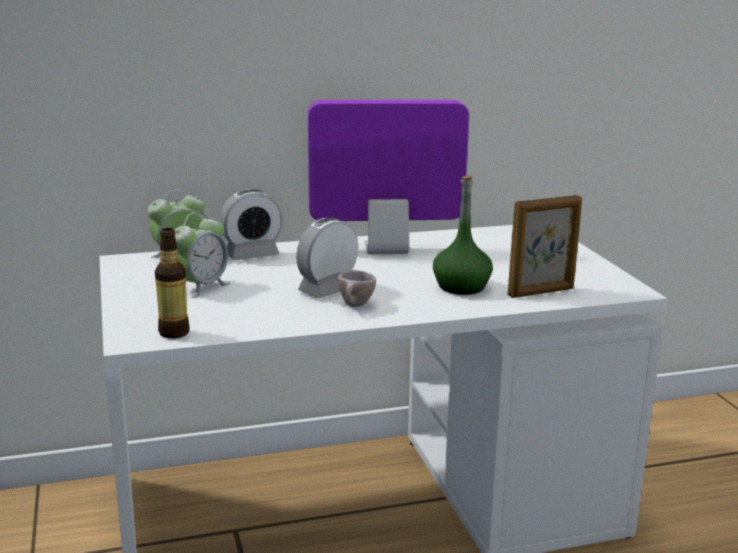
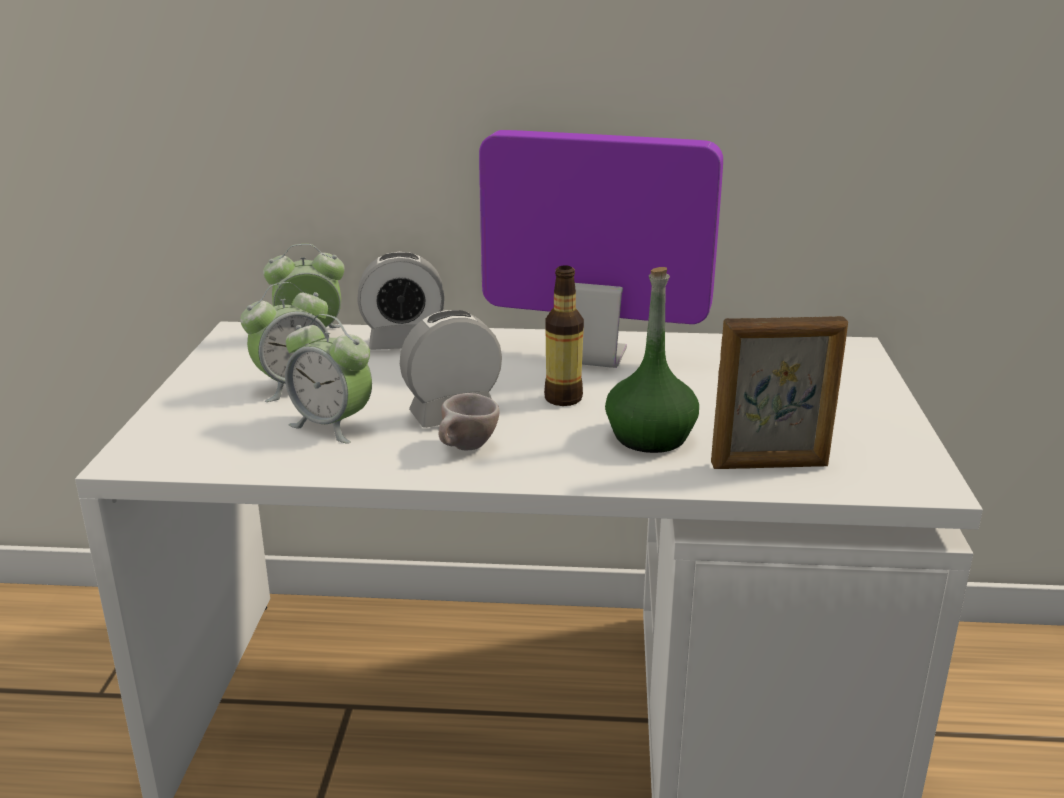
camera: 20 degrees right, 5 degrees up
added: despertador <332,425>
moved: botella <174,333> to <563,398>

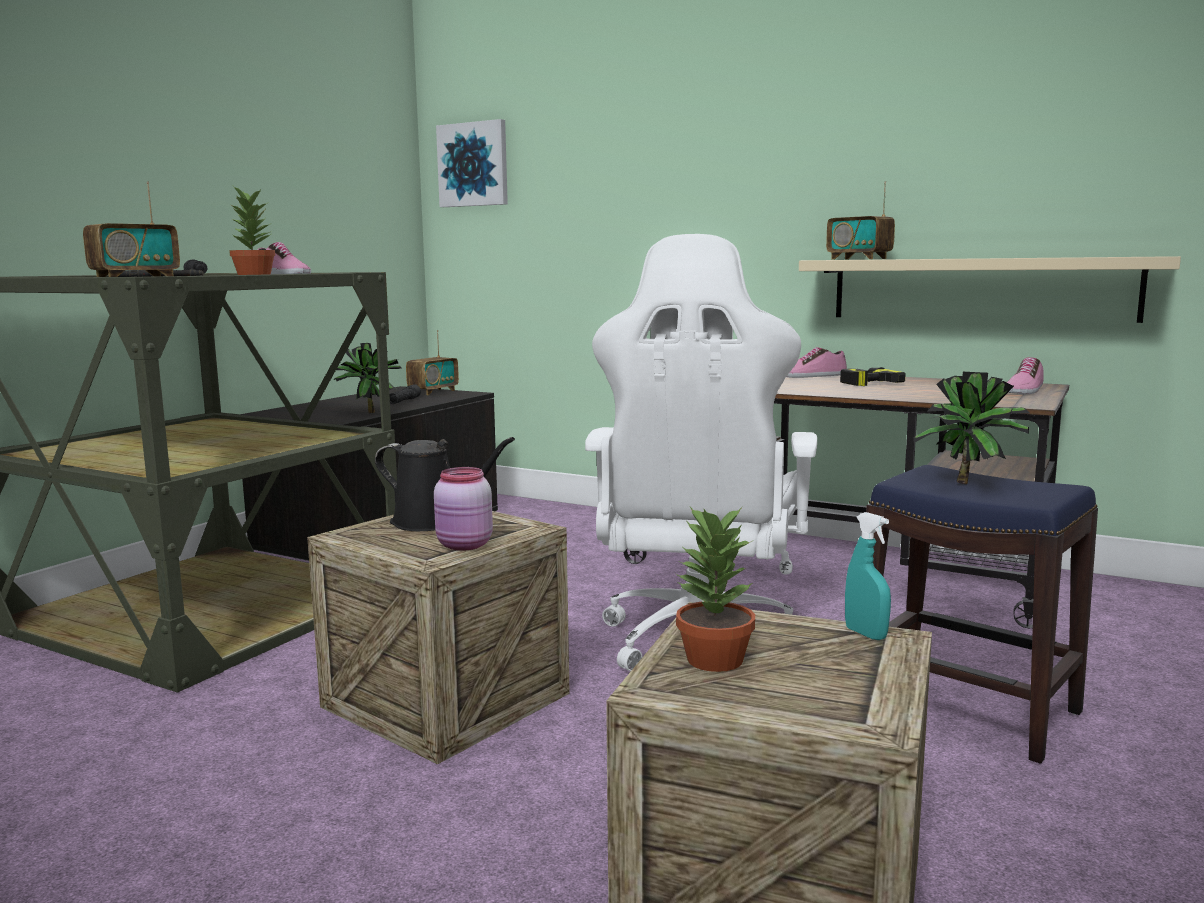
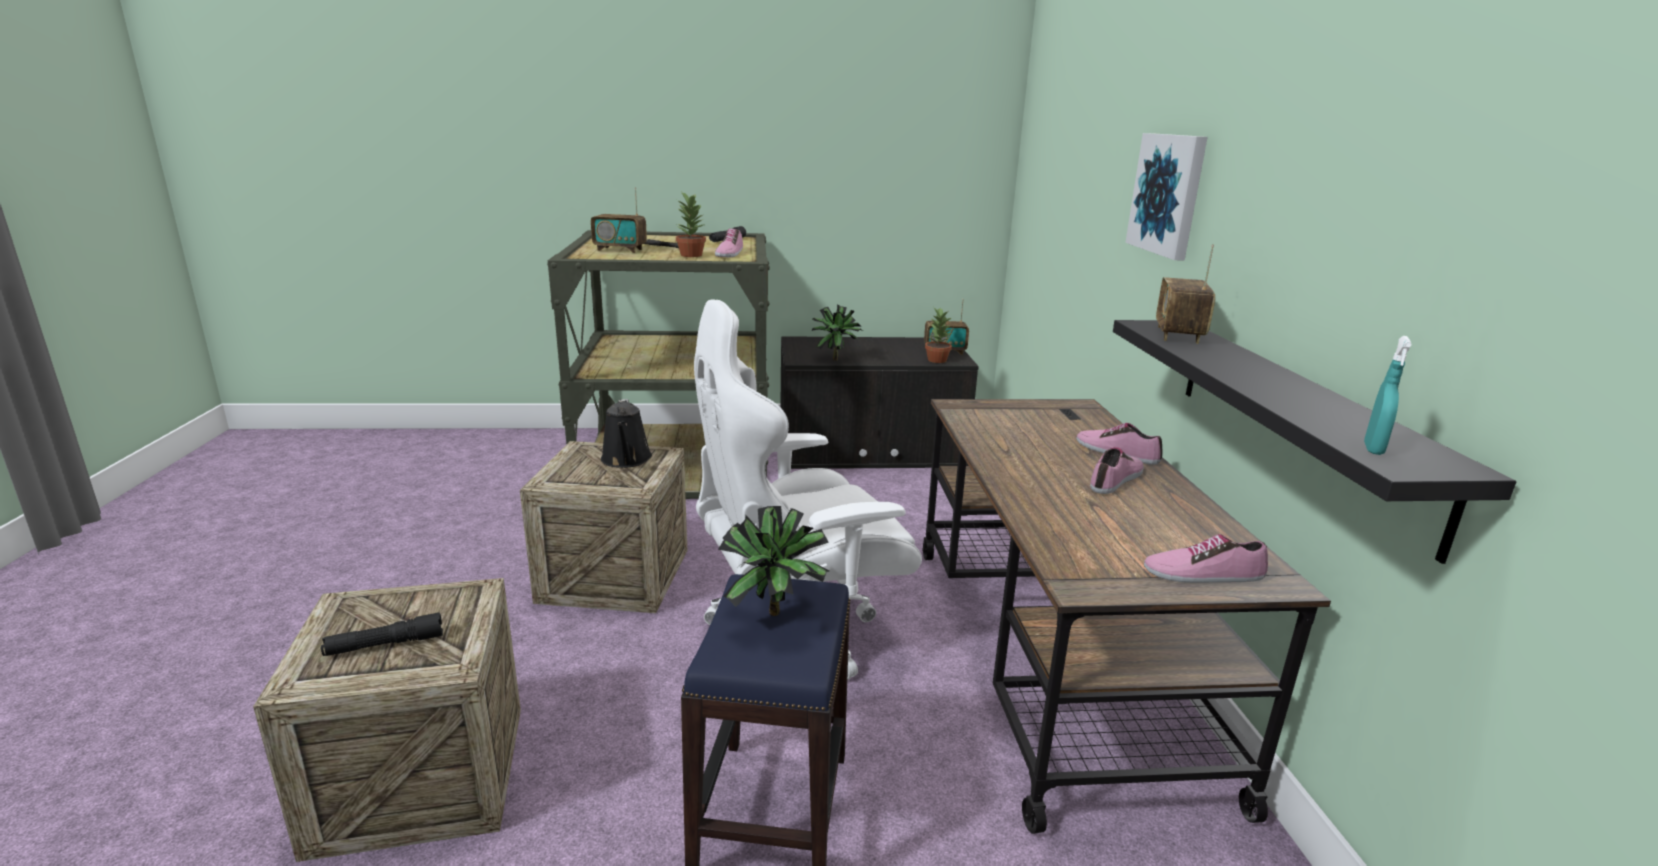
camera: 55 degrees right, 10 degrees up
removed: tarro [rosa] <465,546>
moved: linterna [negro] <404,401> to <385,645>; cuadro <473,164> to <1167,194>; planta en maceta <713,660> to <936,360>; pulverizador [turquesa] <865,634> to <1373,449>
replaced: taladro <861,381> to zapato <1116,480>
recoloured: estante [beis] <980,289> to estante [negro] <1297,420>

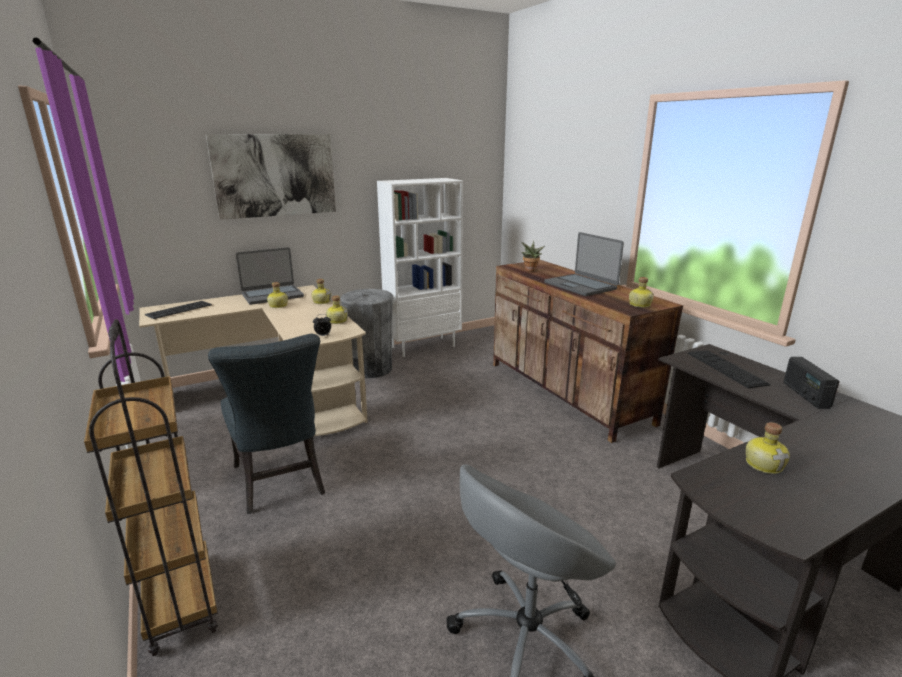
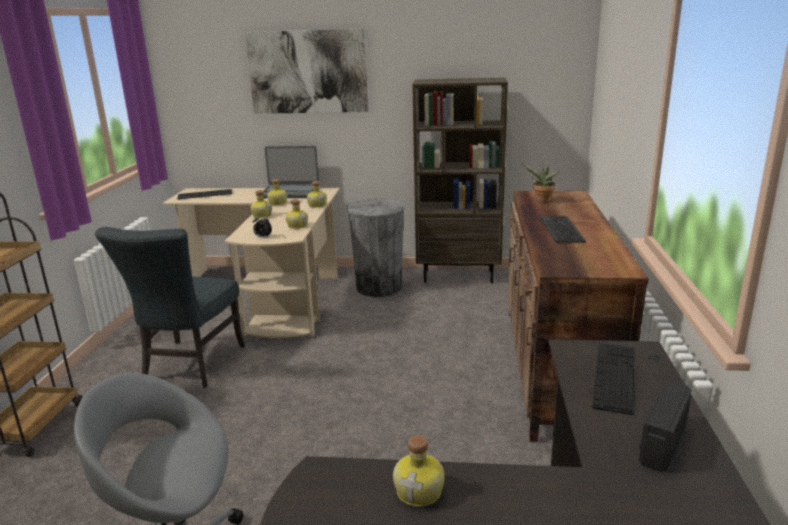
camera: 35 degrees right, 0 degrees up
moved: botella <639,304> to <262,215>
replaced: portátil <581,286> to teclado <562,229>
recoloured: estantería [blanco] <423,346> to estantería [marrón] <459,276>

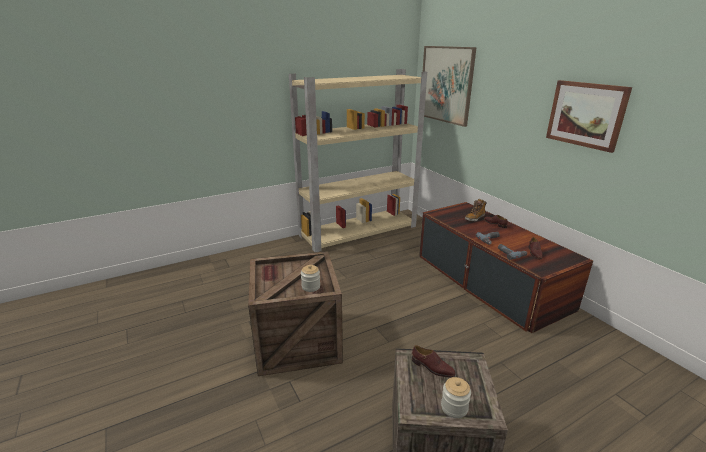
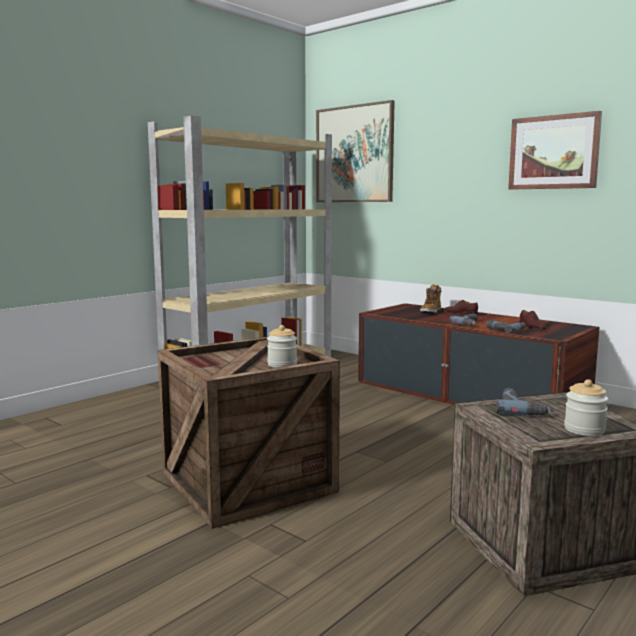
camera: 20 degrees left, 15 degrees down
replaced: zapato [marrón] <432,368> to taladro <520,408>

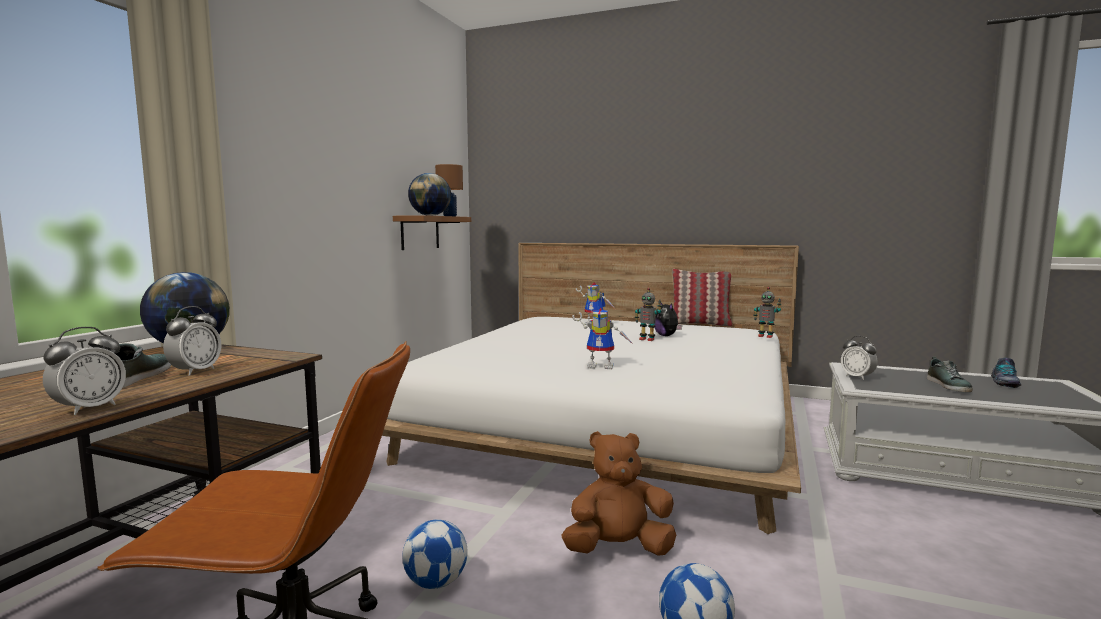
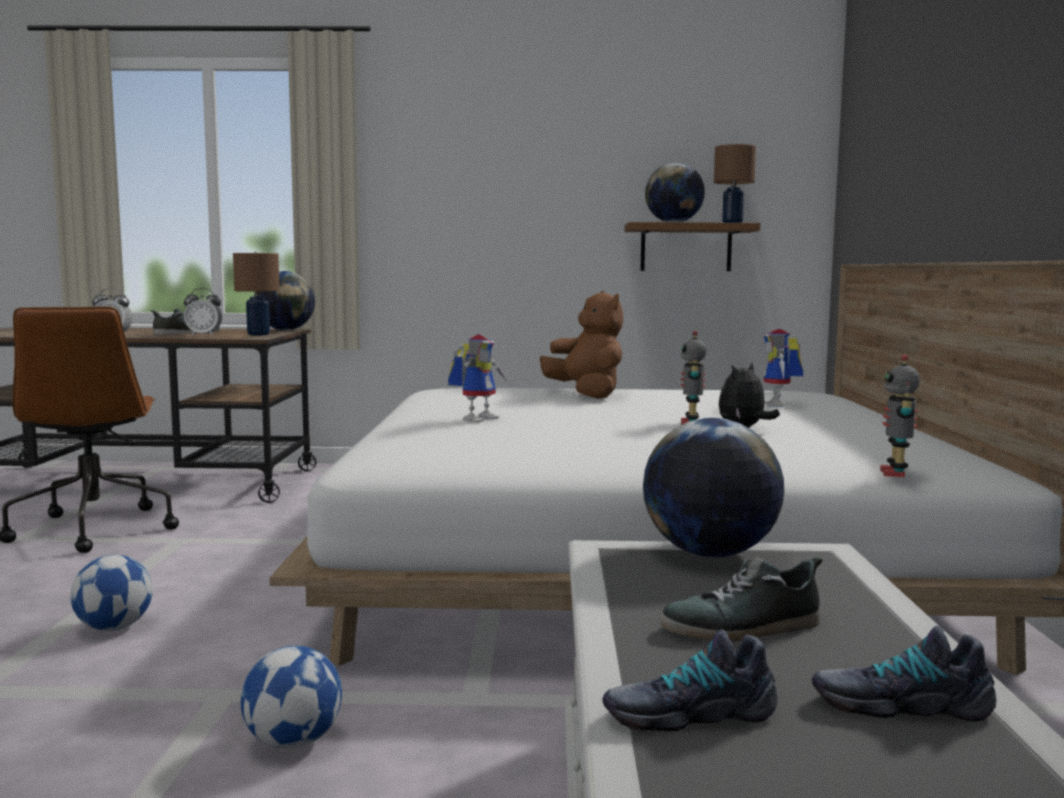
camera: 70 degrees right, 0 degrees up
removed: cojín <700,324>
added: lámpara de mesa [marrón] <258,334>; zapato <688,714>
moved: balón de fútbol <436,582> to <293,742>; peluche [marrón] <618,549> to <586,394>
replaced: despertador <857,377> to globo terráqueo <709,554>
turned: robot de juguete <602,366> = <478,418> 135 degrees counterclockwise

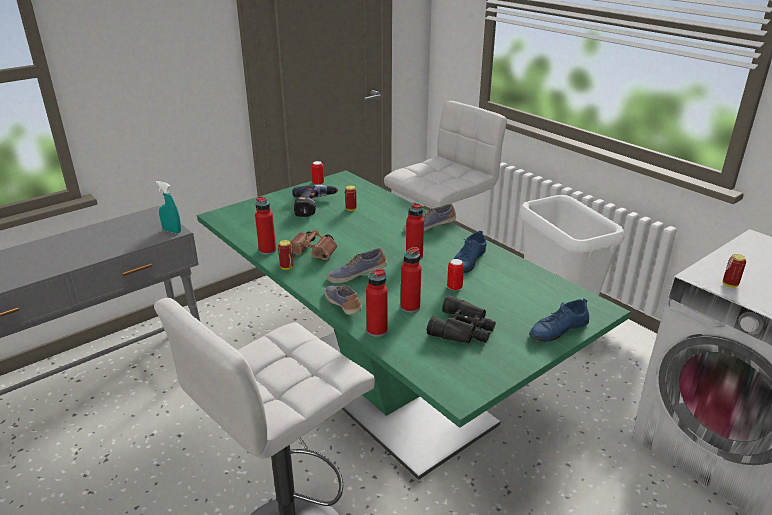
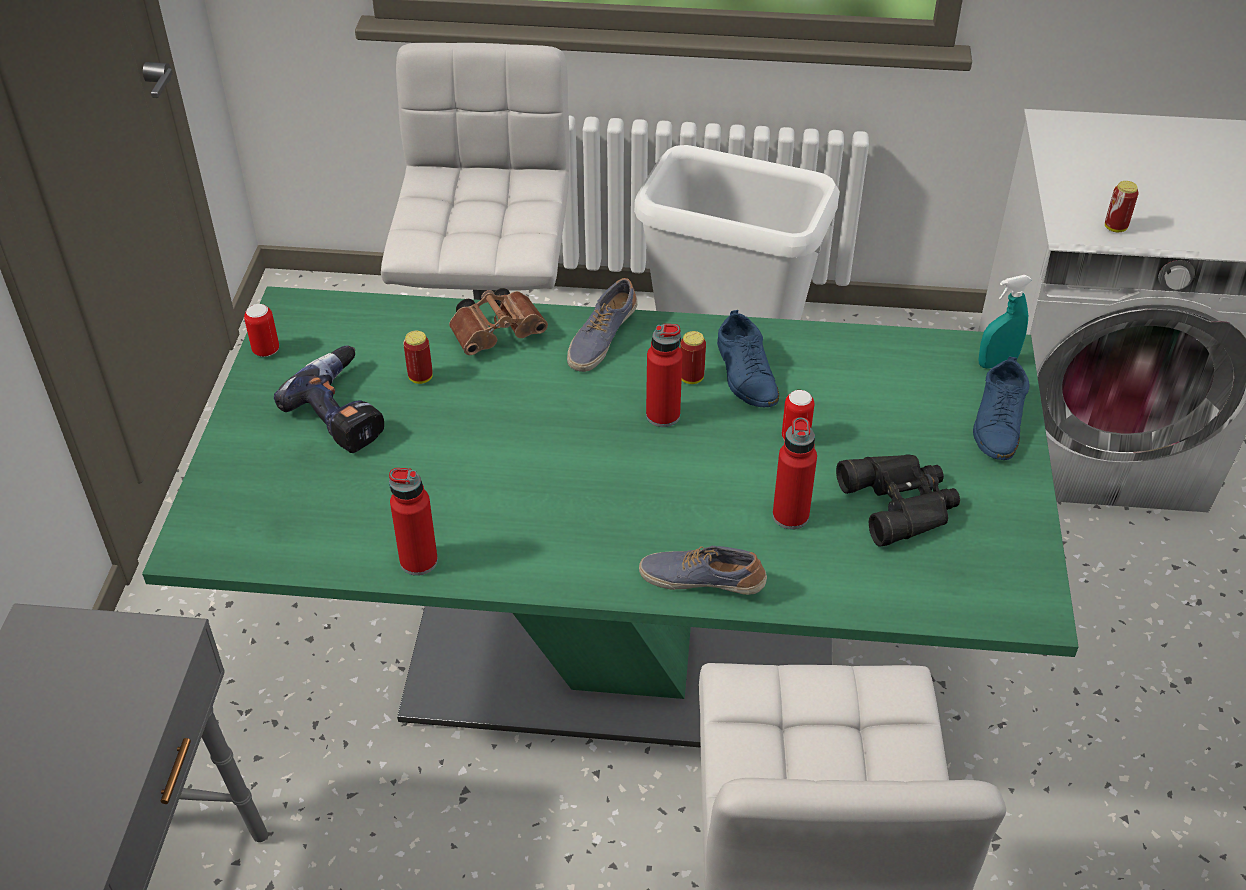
camera: 45 degrees left, 15 degrees up
removed: zapato <357,275>; botella [rojo] <377,331>
moved: pulverizador [turquesa] <172,231> to <997,362>; lata <286,267> to <691,378>; prismáticos [marrón] <314,254> to <499,334>

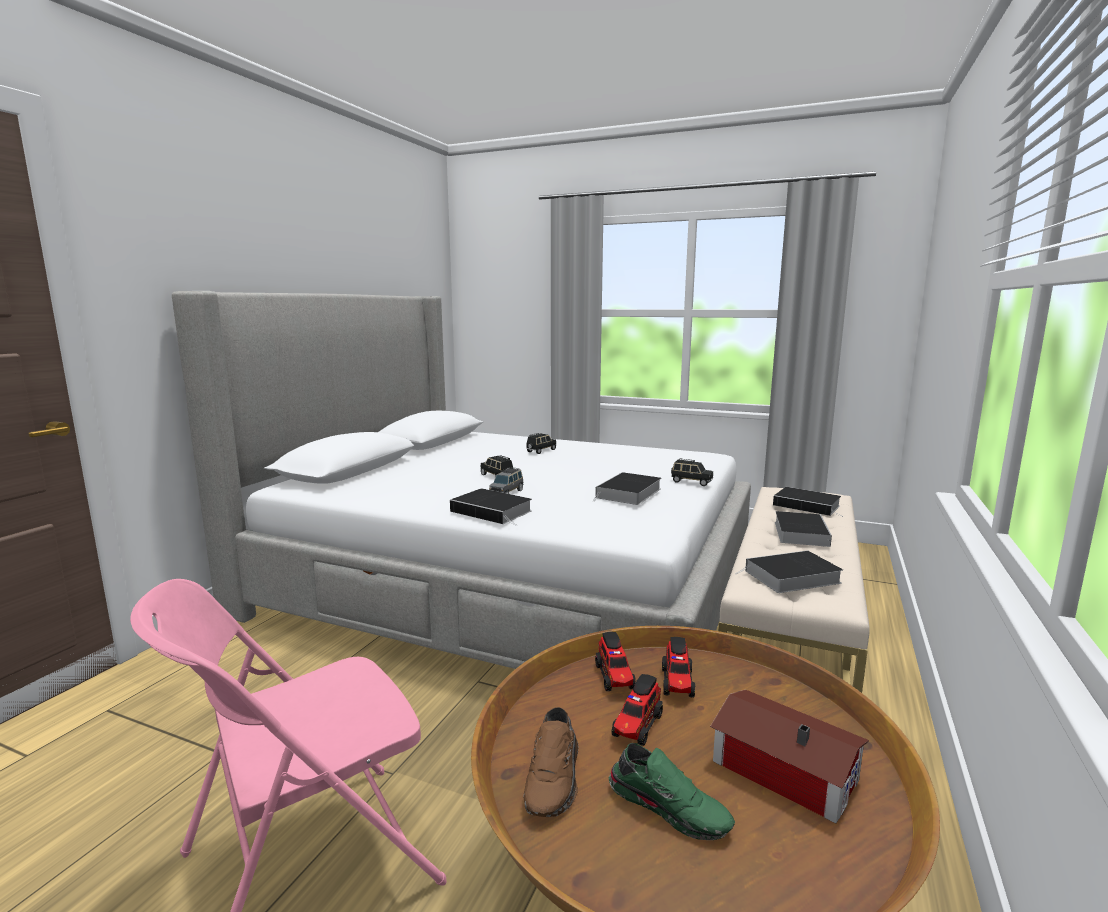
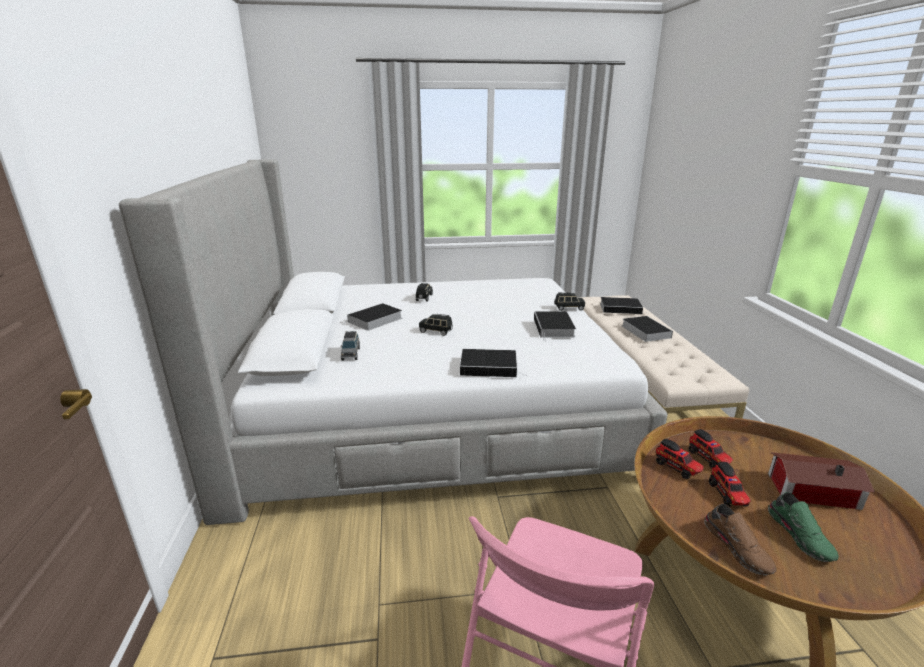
camera: 30 degrees left, 10 degrees up
moved: coche de juguete [gris] <507,493> to <351,354>; libro <790,577> to <374,320>
turned: zapato [verde] <670,806> = <801,536> 75 degrees clockwise

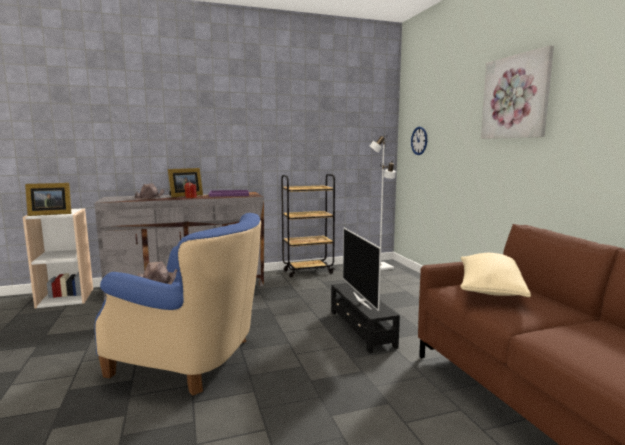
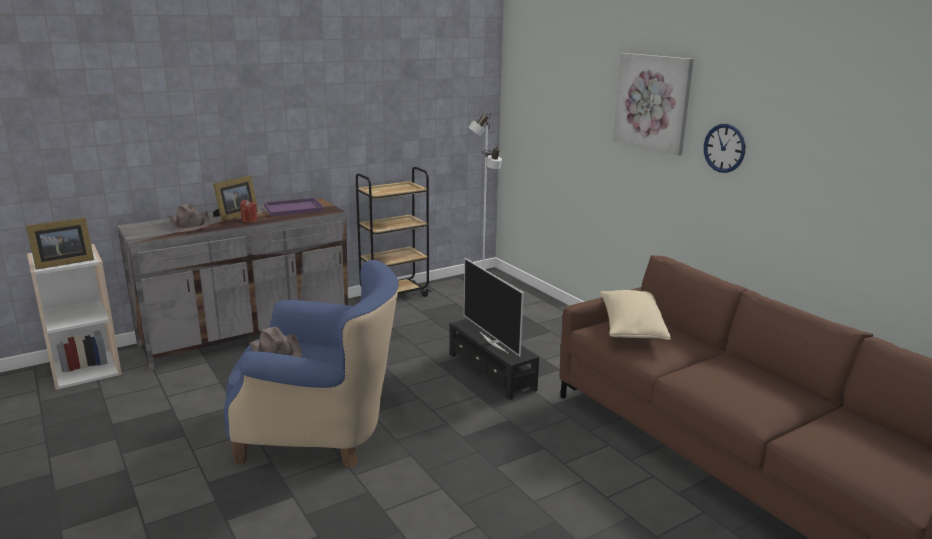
camera: 15 degrees left, 10 degrees up
moved: reloj de pared <419,140> to <724,148>

